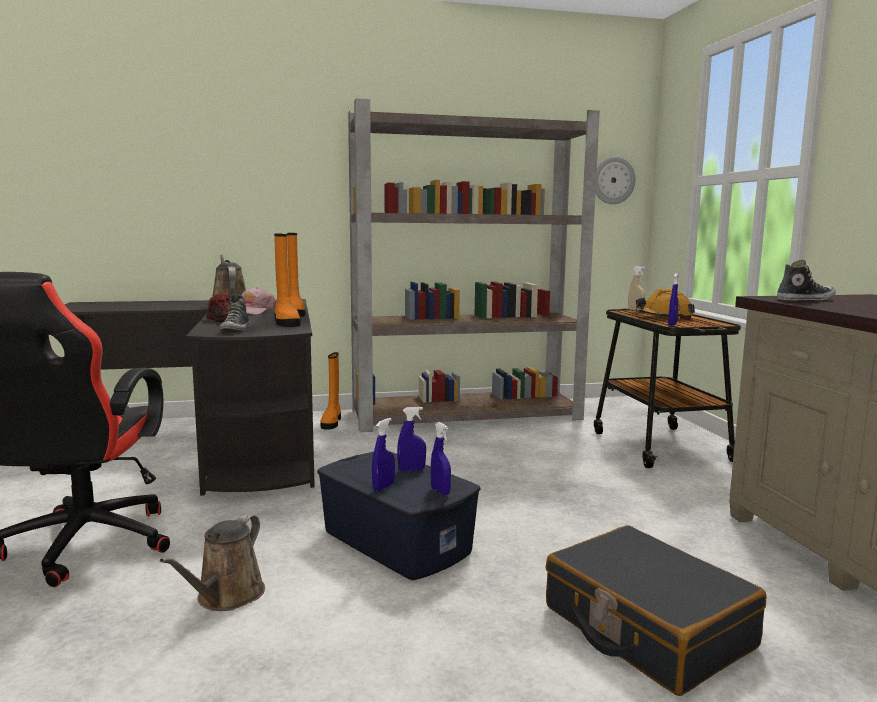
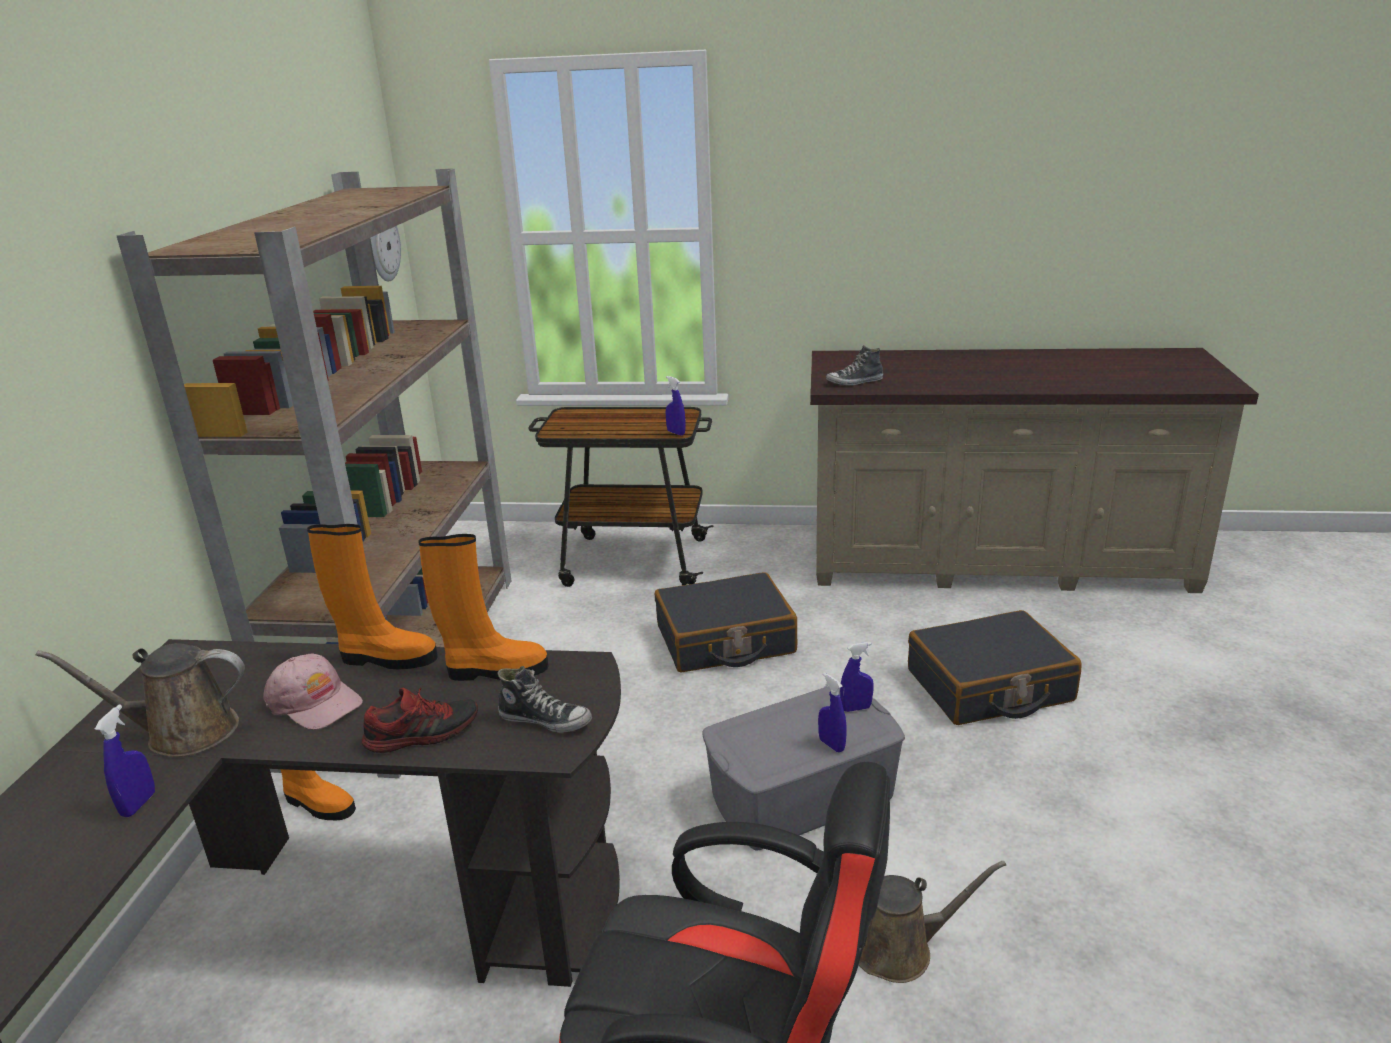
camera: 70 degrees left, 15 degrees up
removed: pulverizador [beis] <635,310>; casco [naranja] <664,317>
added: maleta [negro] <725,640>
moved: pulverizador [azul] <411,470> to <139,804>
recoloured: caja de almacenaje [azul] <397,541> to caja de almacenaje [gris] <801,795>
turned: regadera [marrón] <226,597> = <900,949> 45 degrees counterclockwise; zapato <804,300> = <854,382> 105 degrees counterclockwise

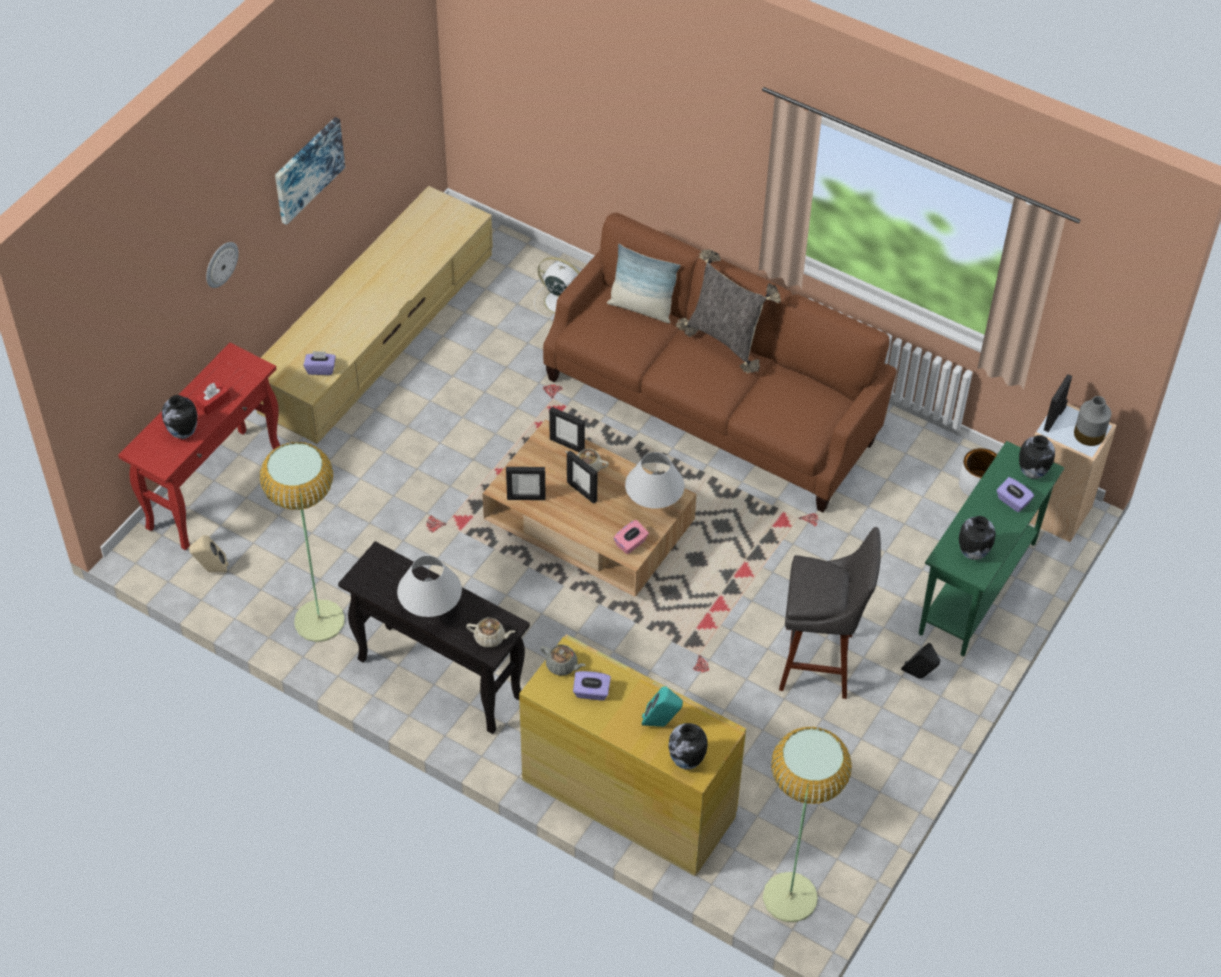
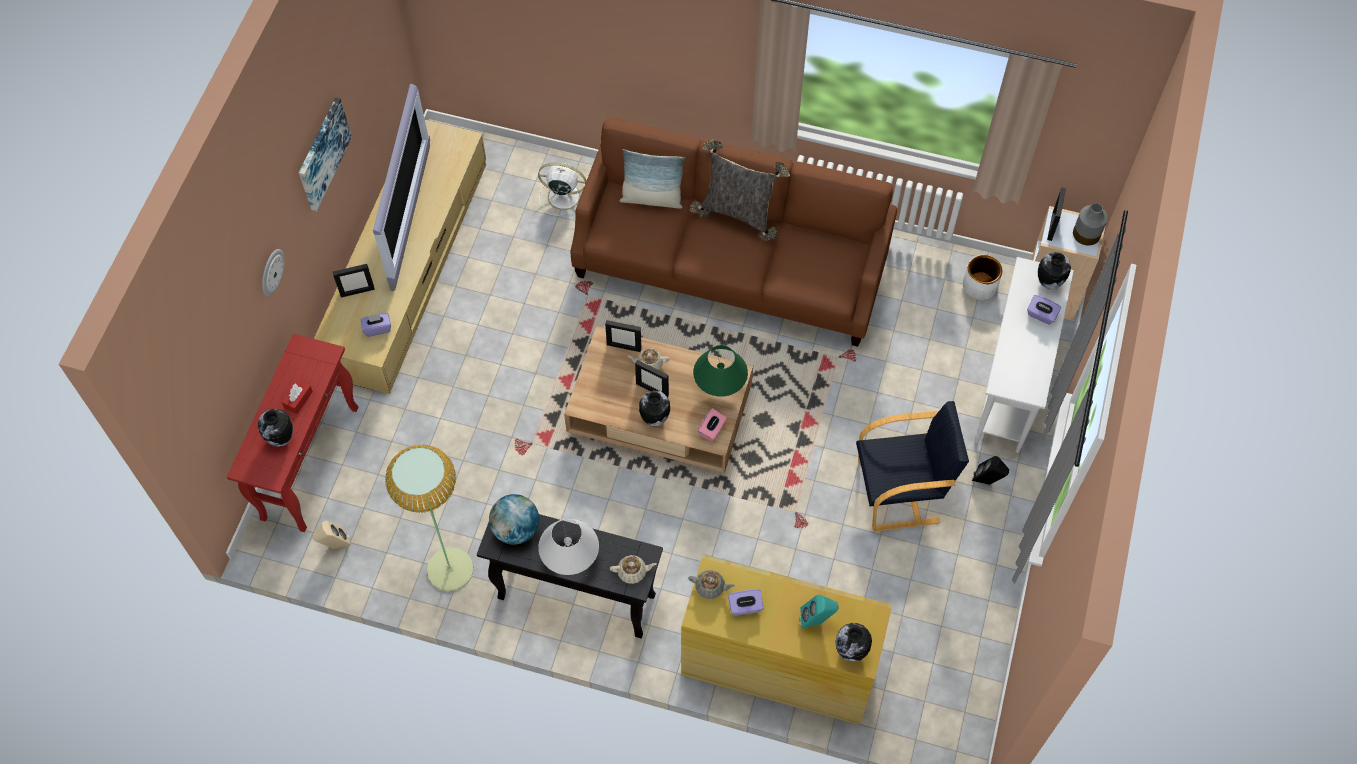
camera: 15 degrees left, 10 degrees up
removed: lámpara de pie <790,898>
added: televisor <412,219>; globo terráqueo <516,529>
moved: portarretratos <526,497> to <357,291>; florero <972,553> to <654,419>
replaced: taburete [gris] <820,663> to sillón [negro] <900,491>
recoloured: lámpara de mesa [blanco] <654,505> to lámpara de mesa [verde] <720,386>; mesa consola [verde] <978,590> to mesa consola [blanco] <1011,386>

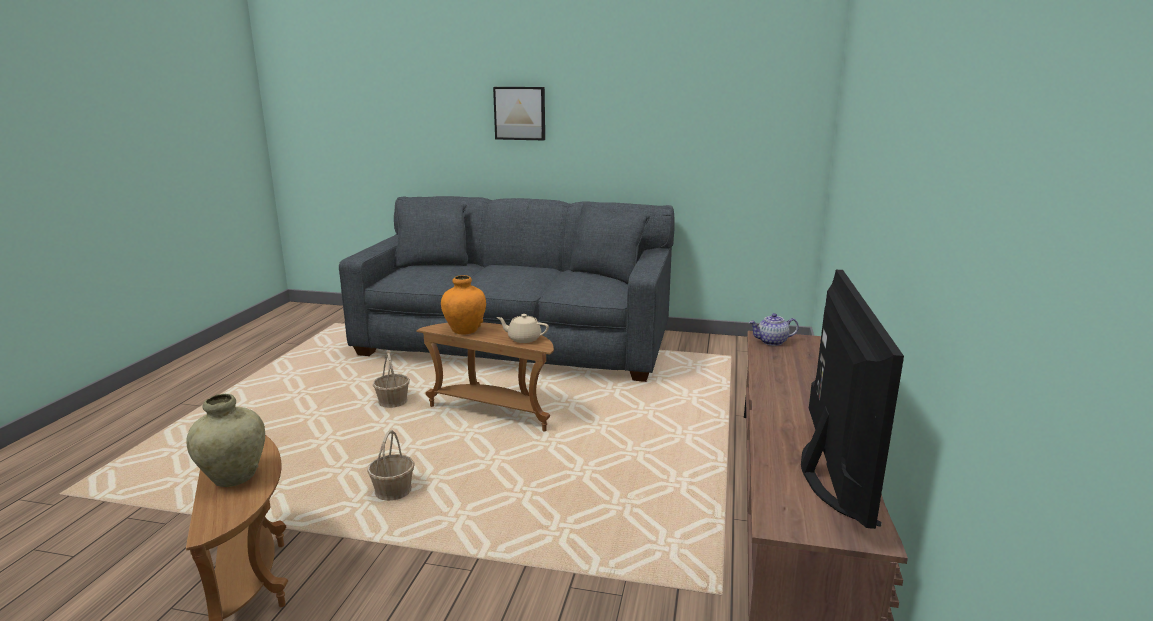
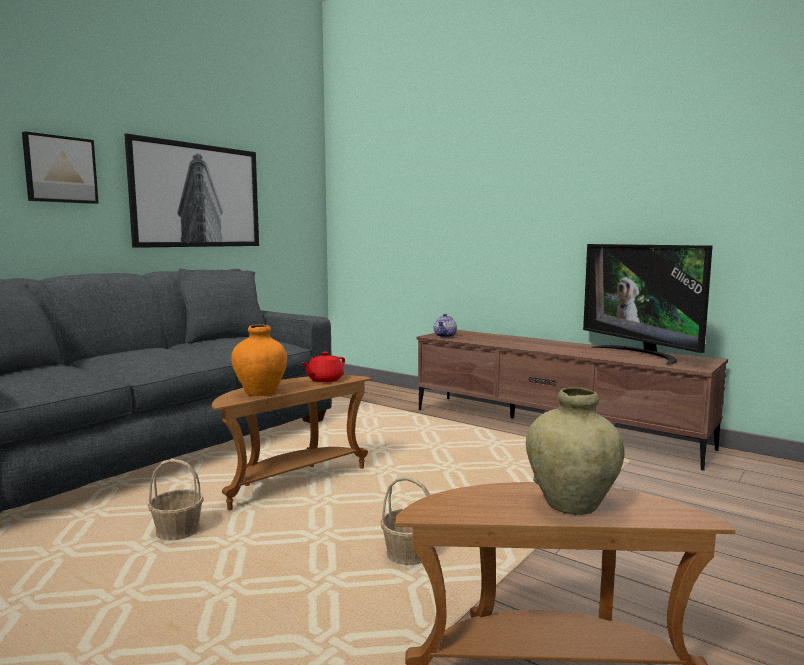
camera: 65 degrees left, 10 degrees down
added: cuadro <196,196>
recoloured: tetera [beis] <523,339> to tetera [rojo] <324,380>
turned: televisor <828,473> = <641,354> 150 degrees counterclockwise

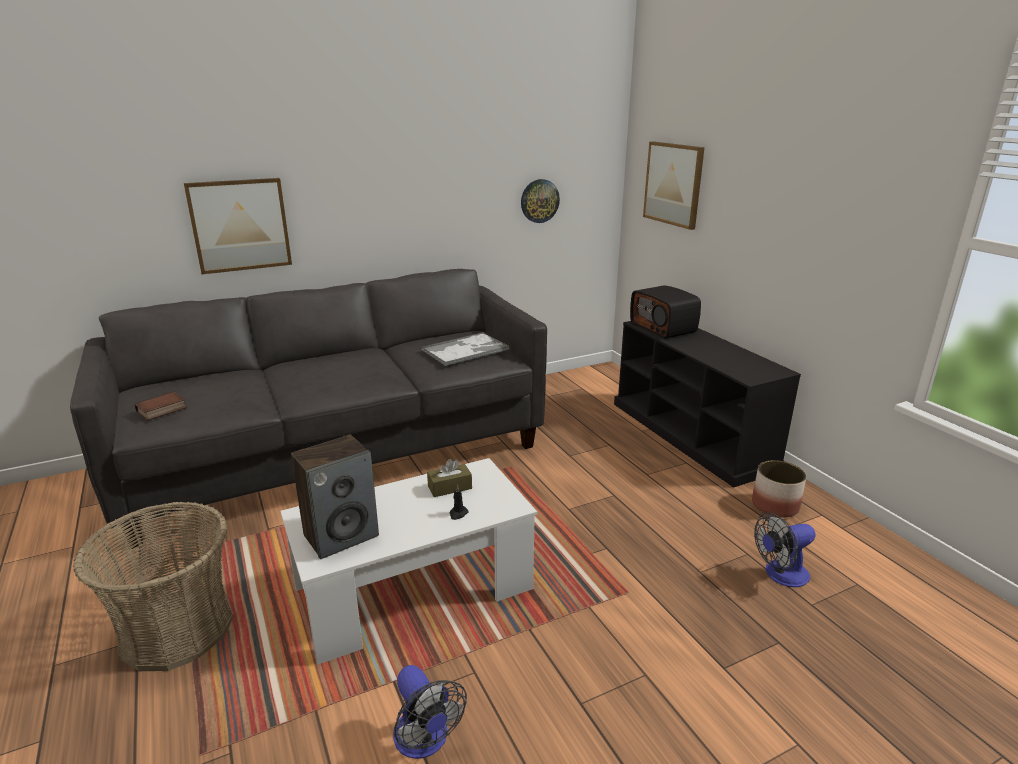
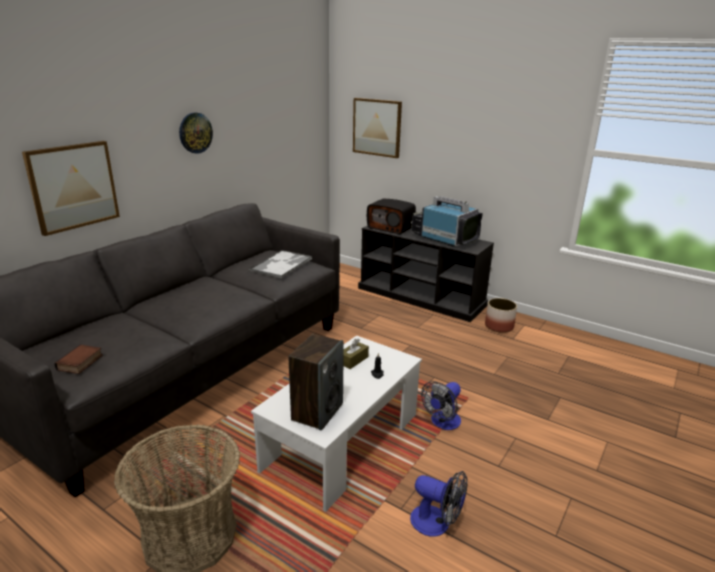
camera: 30 degrees left, 0 degrees up
added: televisor <444,239>
moved: reloj de pared <539,201> to <195,133>; ventilador <780,575> to <442,423>

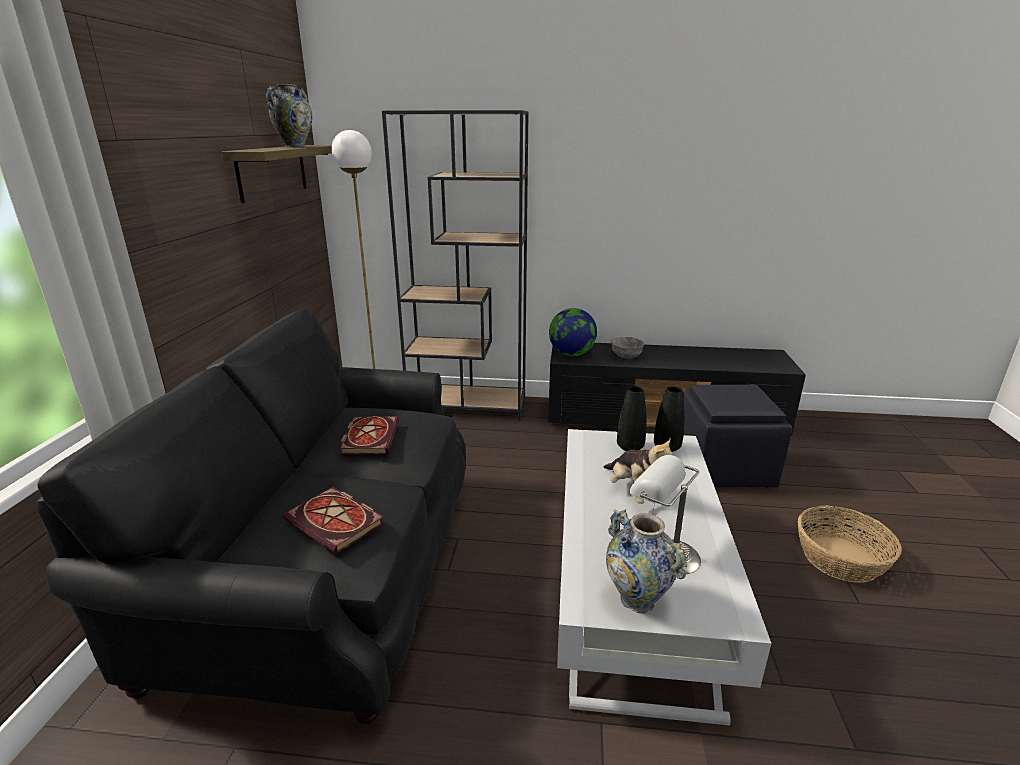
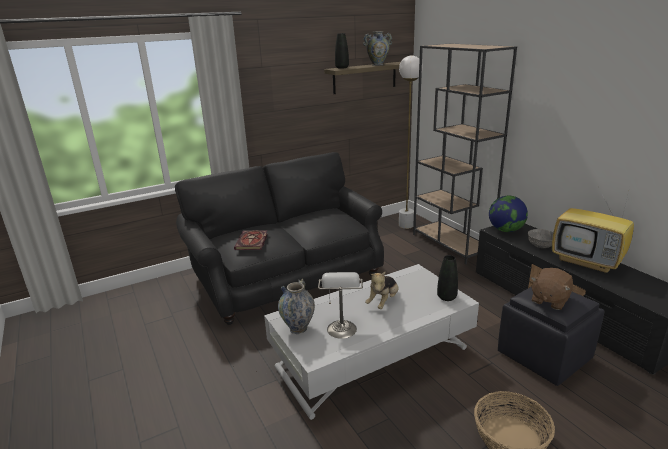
camera: 55 degrees right, 0 degrees up
removed: libro <369,437>
added: peluche [marrón] <549,300>; televisor <588,262>
moved: florero [negro] <630,447> to <342,68>

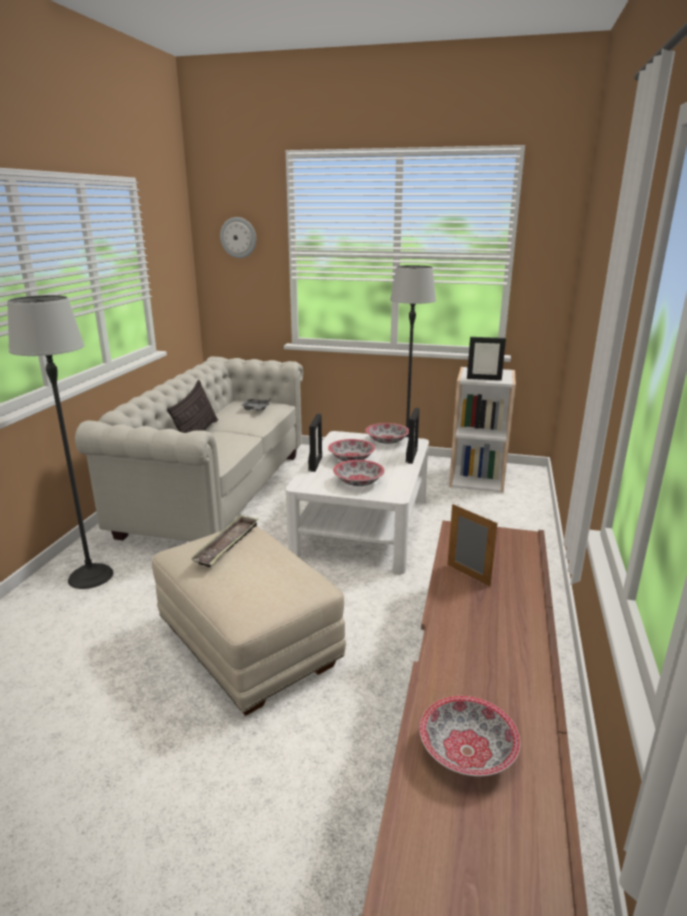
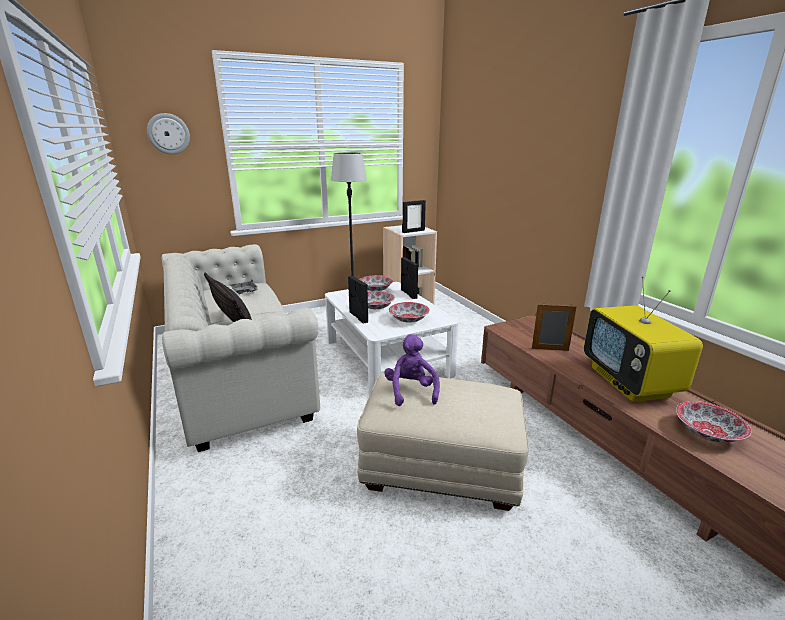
camera: 40 degrees left, 0 degrees up
removed: lámpara de pie <91,576>
added: televisor <630,382>
replaced: bandeja <227,545> to peluche [morado] <411,391>

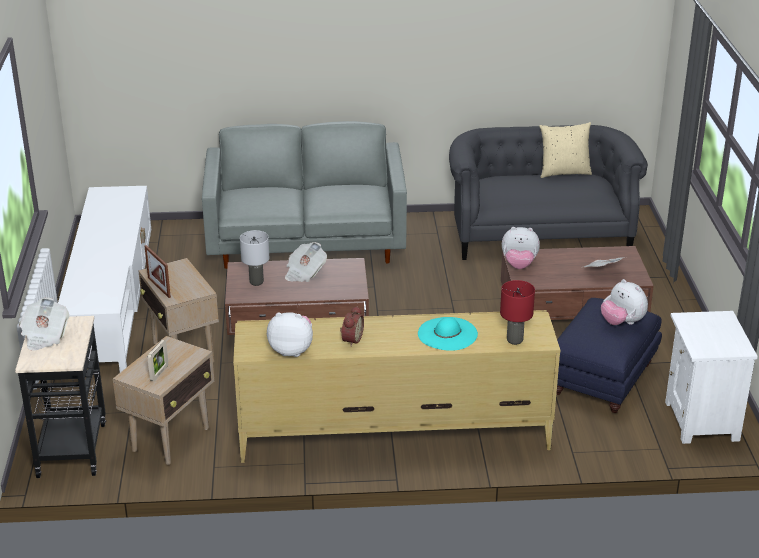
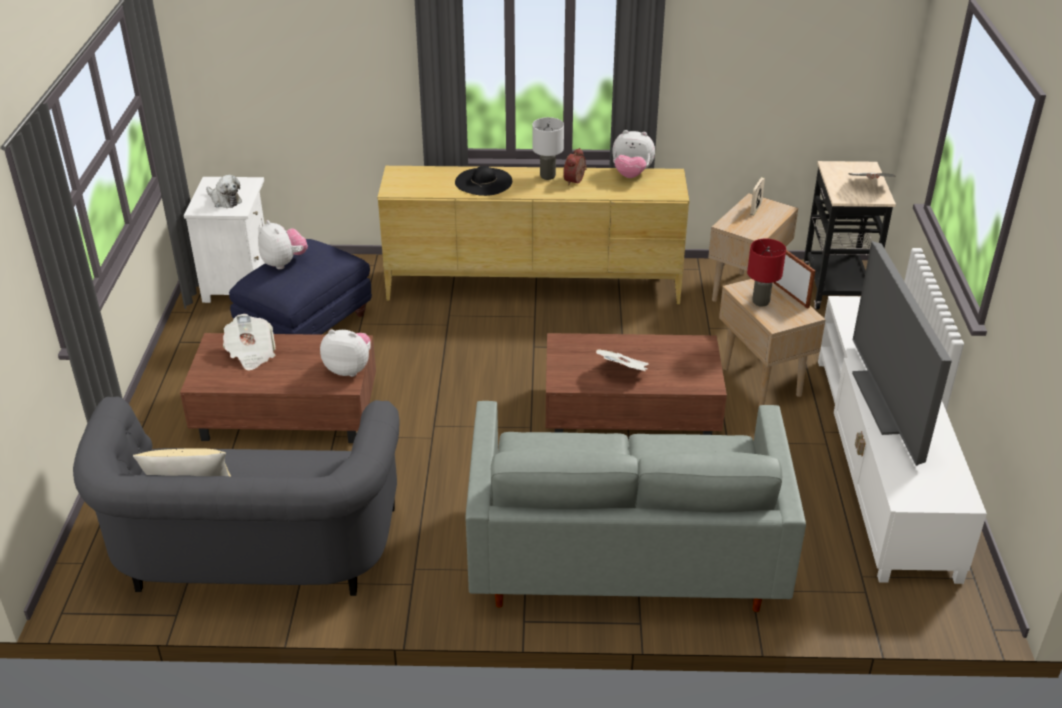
camera: 175 degrees left, 5 degrees up
added: peluche <225,200>; televisor <890,402>
moved: lámpara de mesa [blanco] <256,283> to <548,176>; lámpara de mesa [rojo] <515,340> to <759,302>
recoloured: sombrero [turquesa] <447,334> to sombrero [negro] <483,182>

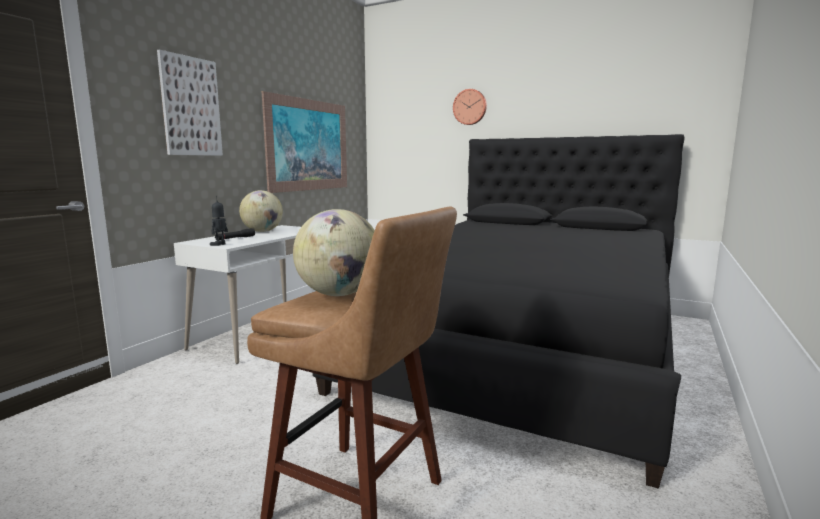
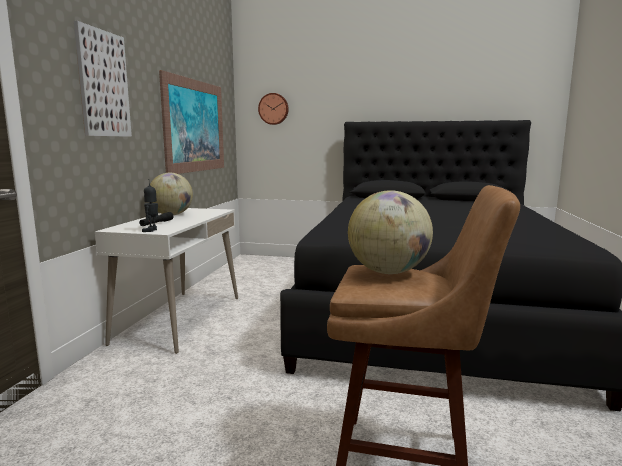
camera: 15 degrees left, 0 degrees up
moved: reloj de pared <470,107> to <273,109>

